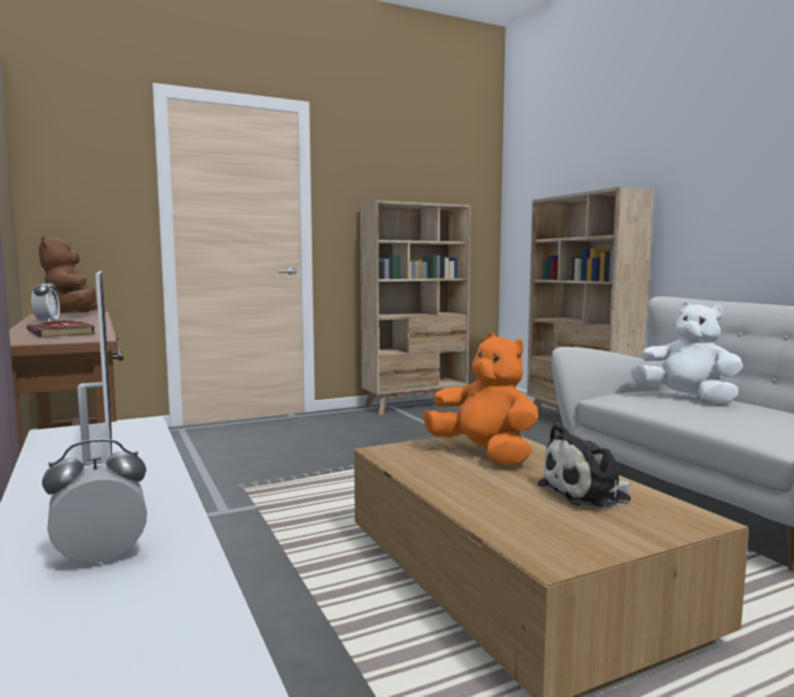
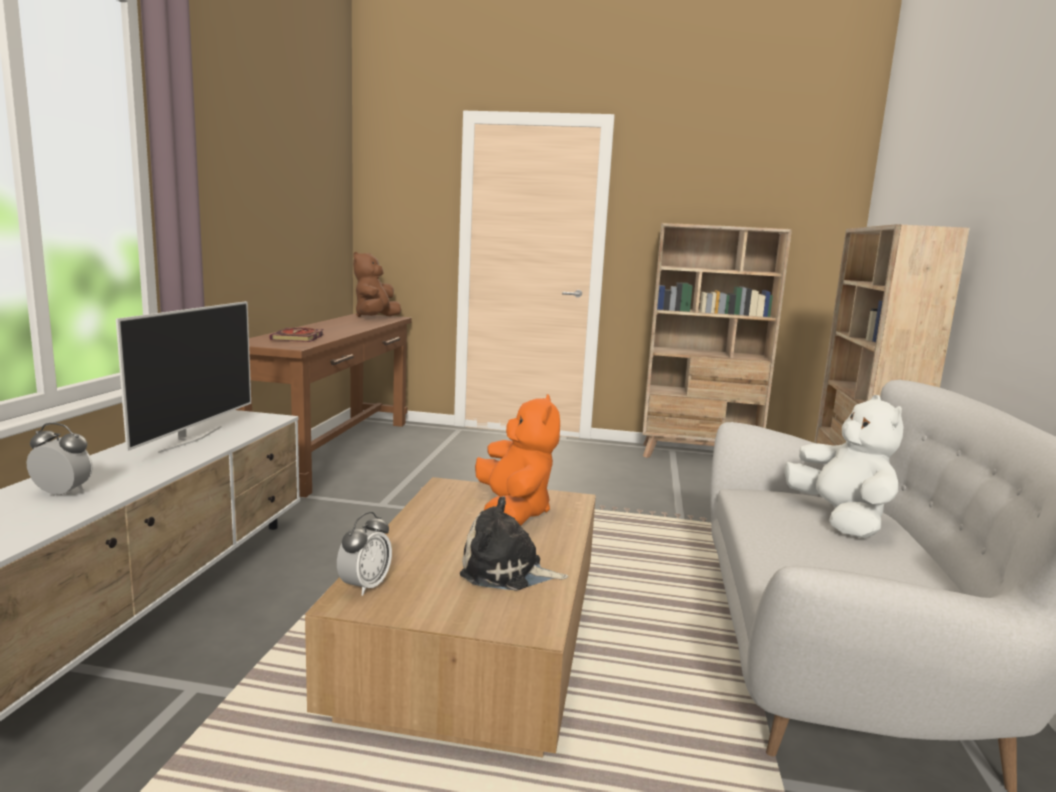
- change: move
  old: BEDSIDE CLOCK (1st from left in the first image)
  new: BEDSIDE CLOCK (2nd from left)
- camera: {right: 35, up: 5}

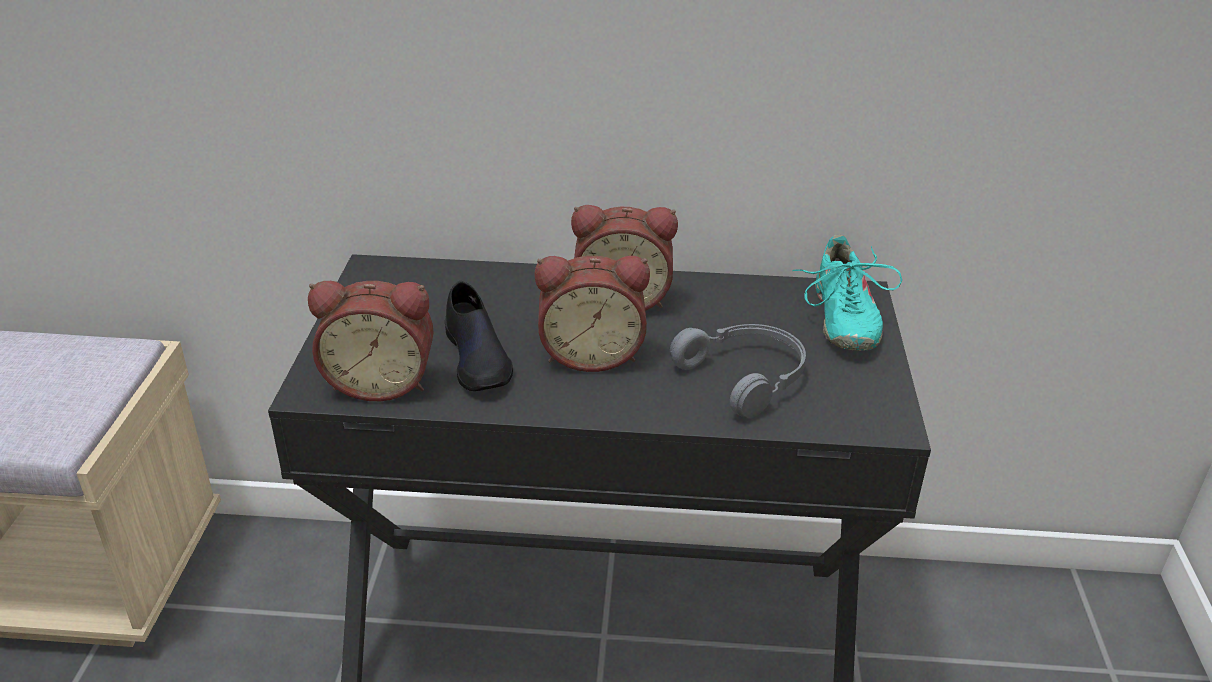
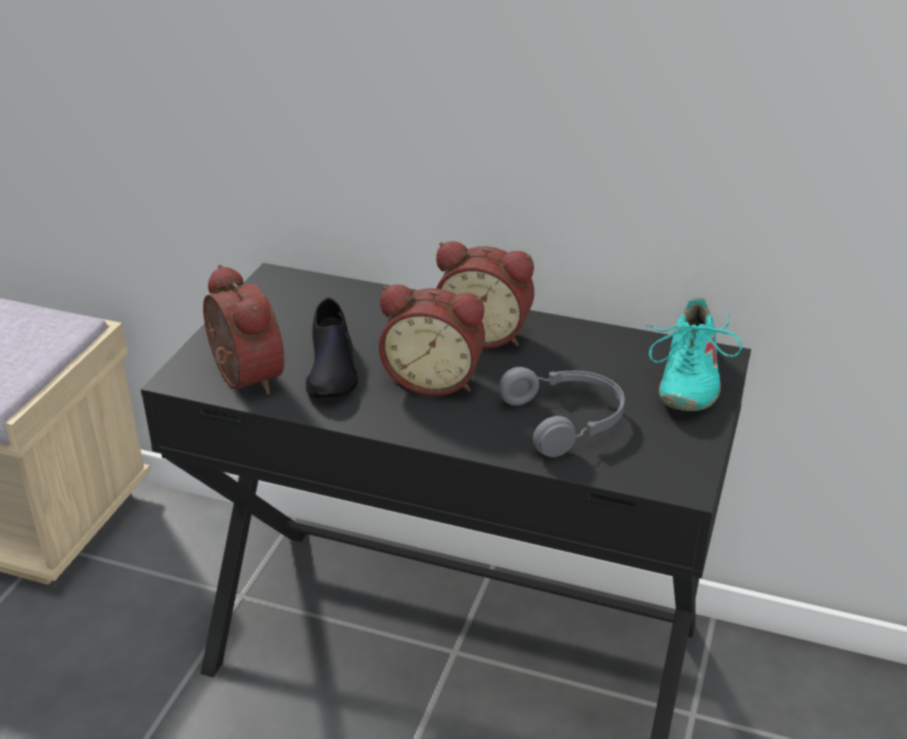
- change: rotate
  old: BEDSIDE CLOCK (1st from left)
  degrees: -135
- camera: {right: 15, up: 0}

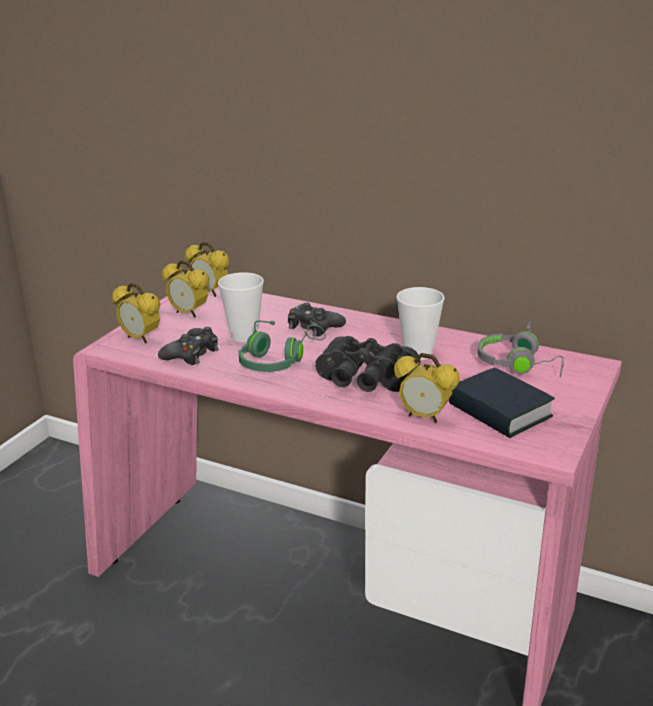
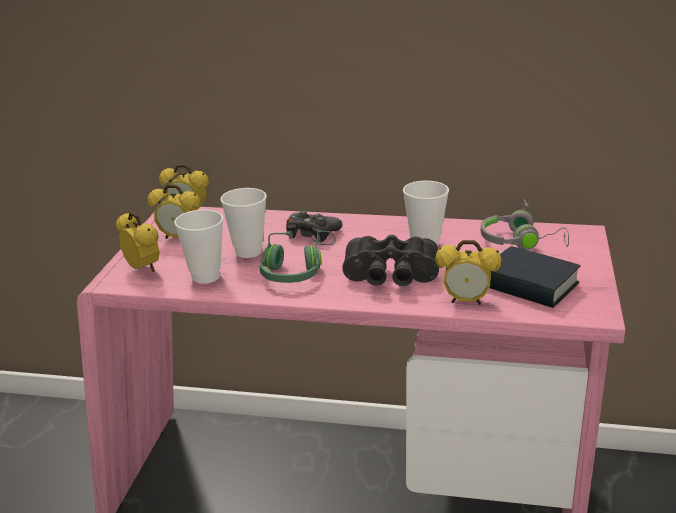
- change: rotate
  old: BEDSIDE CLOCK (1st from left)
  degrees: -150
- change: replace
  old: BLACK-COLOURED GAME CONTROLLER (1st from left)
  new: DRINKING CUP (1st from left)
- camera: {right: -15, up: 0}

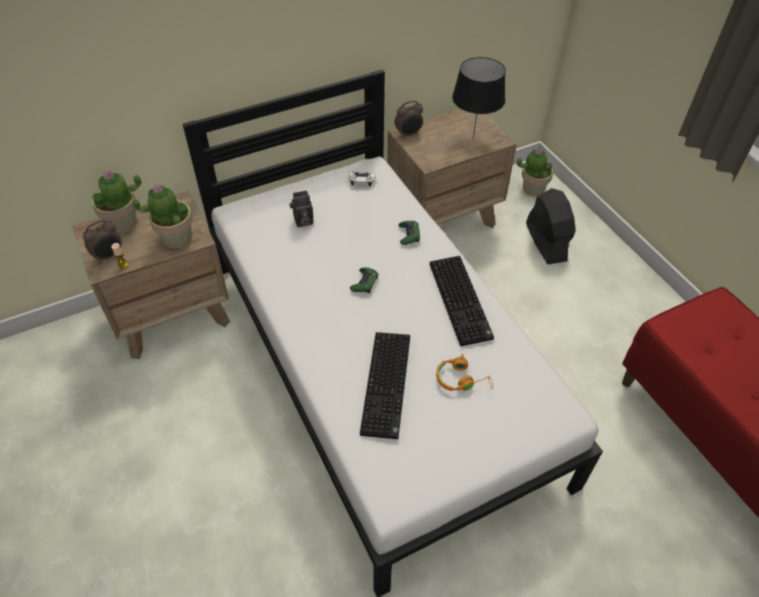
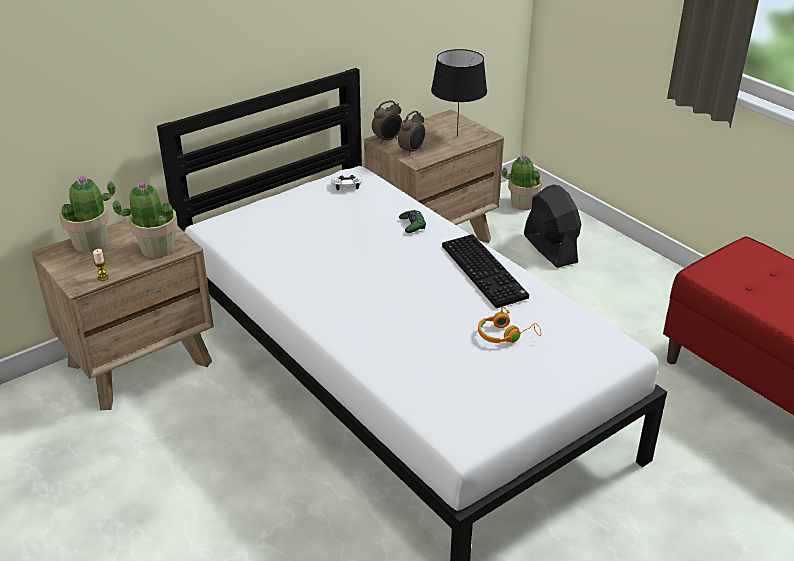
- change: move
  old: BEDSIDE CLOCK (1st from left in the first image)
  new: BEDSIDE CLOCK (2nd from left)
- change: delete
  old: STILL CAMERA
- change: delete
  old: GREEN GAME CONTROLLER (1st from left)
- change: delete
  old: KEYBOARD (1st from left)
- camera: {right: -10, up: -15}

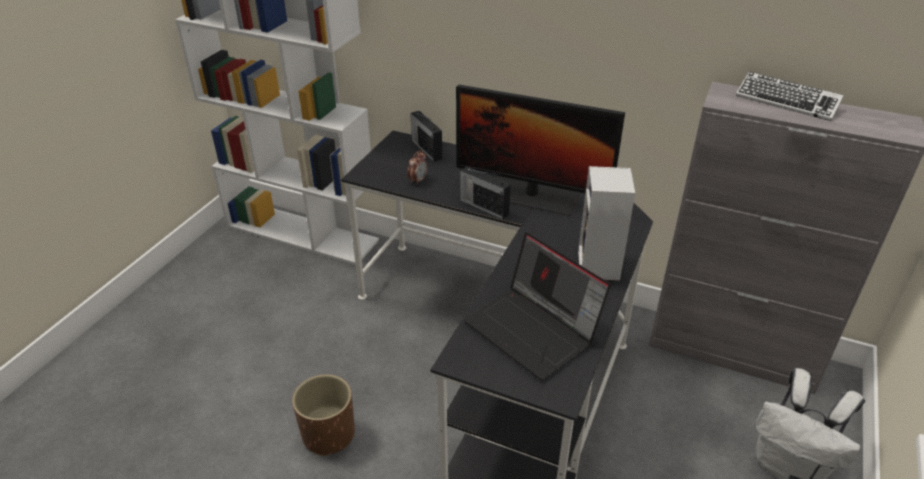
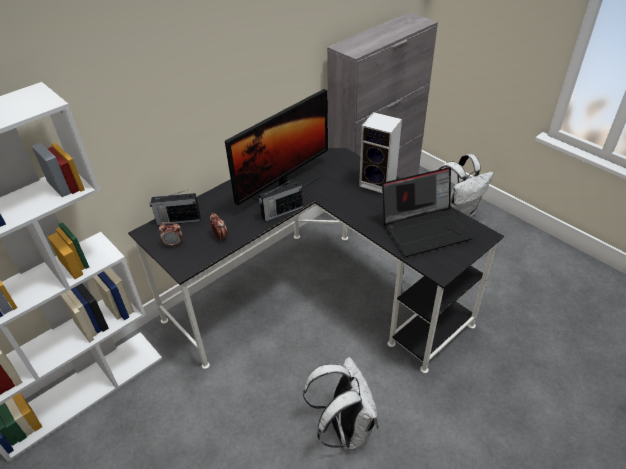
- change: replace
  old: BROWN FLOWER POT
  new: WHITE KNAPSACK (1st from left)
- change: delete
  old: KEYBOARD
- change: insert
  new: BEDSIDE CLOCK (1st from left)
- camera: {right: -65, up: 5}

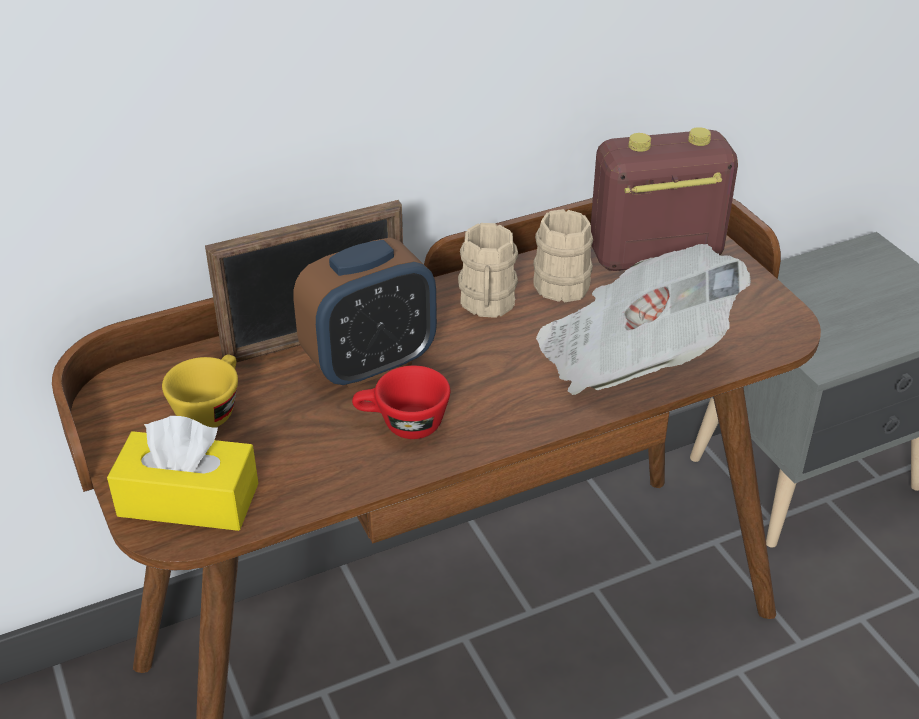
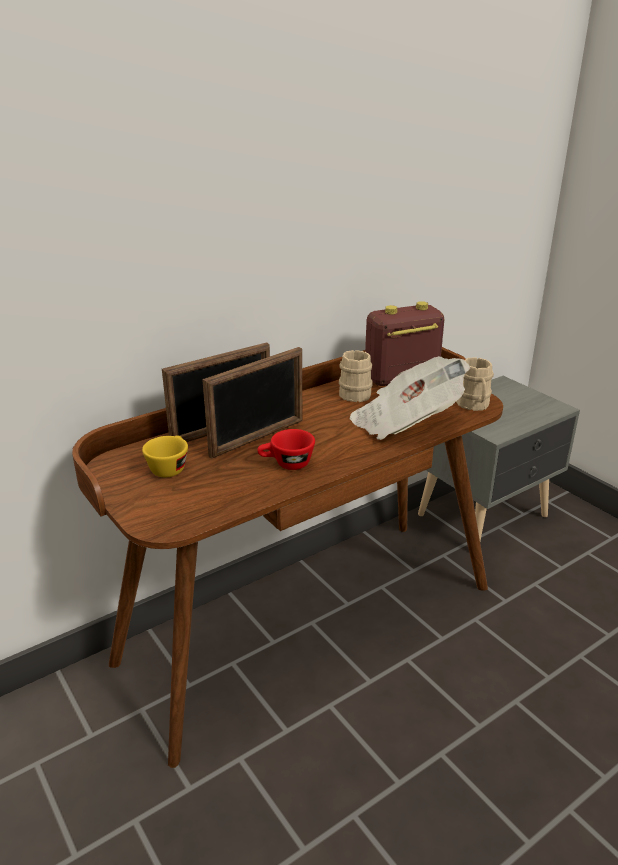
- change: delete
  old: YELLOWISH BOX OF TISSUES
- change: replace
  old: BEDSIDE CLOCK
  new: STANDING FRAME (2nd from left)
- change: move
  old: BEIGE COFFEE MUG (1st from left in the first image)
  new: BEIGE COFFEE MUG (2nd from left)
- camera: {right: -10, up: -10}

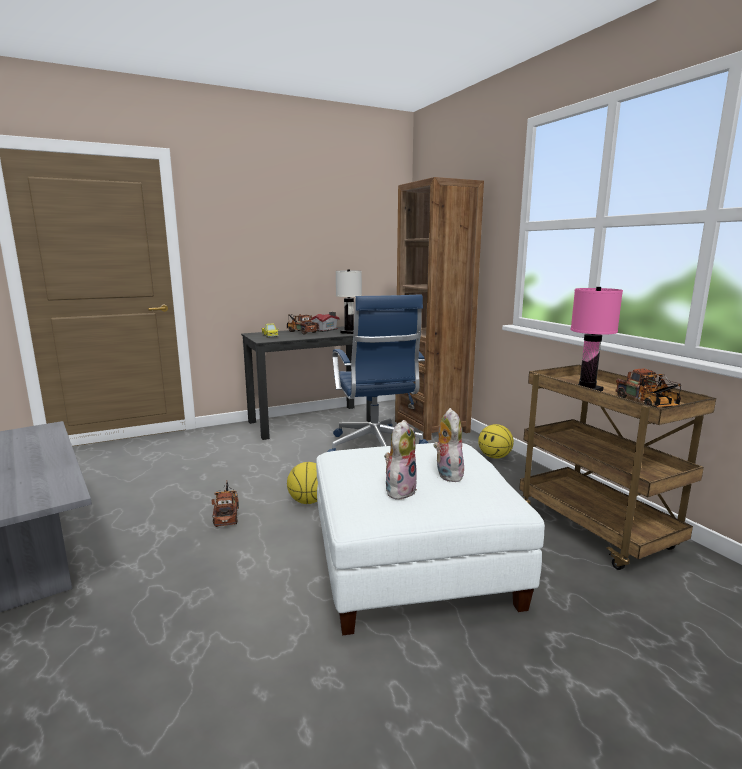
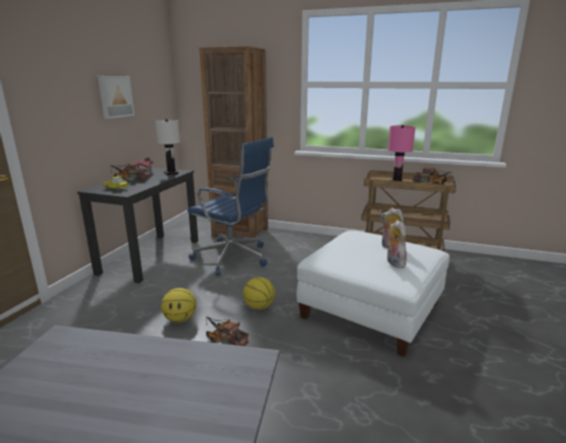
- change: move
  old: BALL FOR BASKETBALL (2nd from left in the first image)
  new: BALL FOR BASKETBALL (1st from left)
- change: insert
  new: WALL ART
- camera: {right: -45, up: 5}

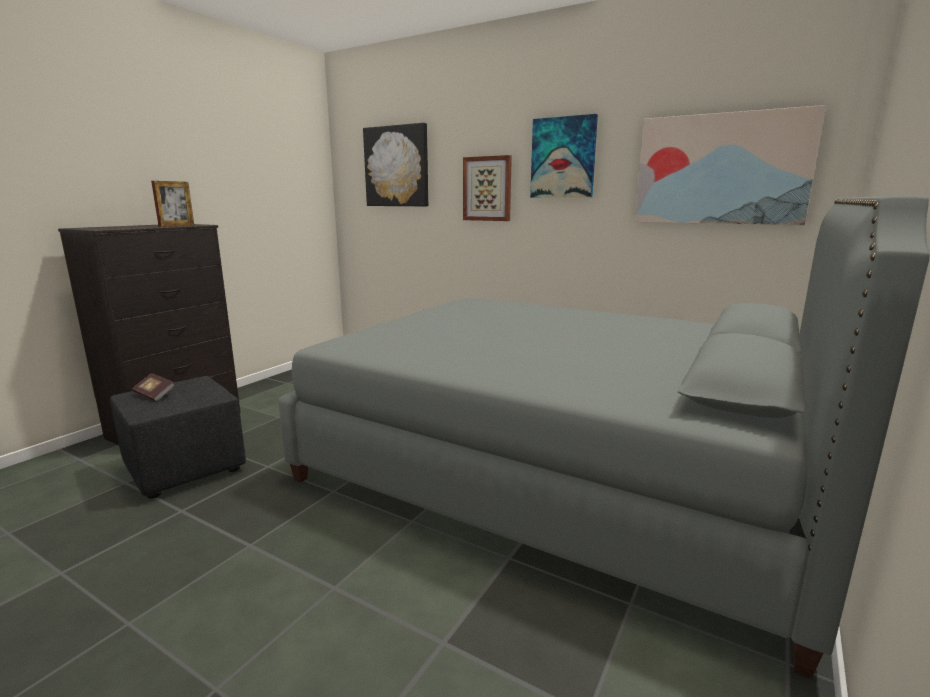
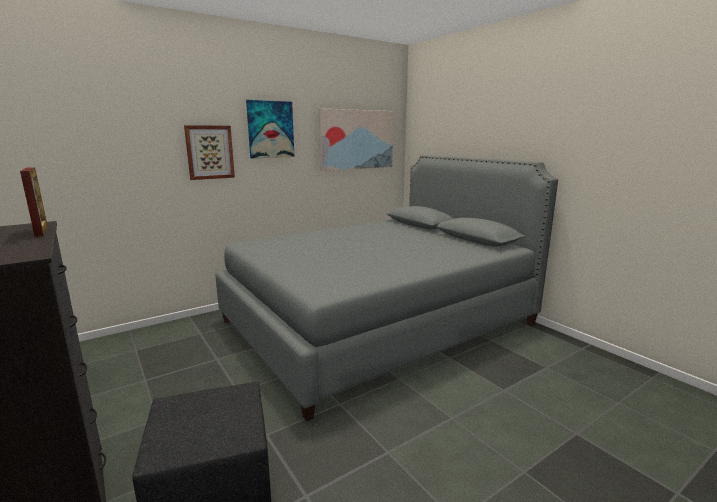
- change: delete
  old: VOLUME
- change: delete
  old: WALL ART (1st from left)
- camera: {right: -65, up: 0}

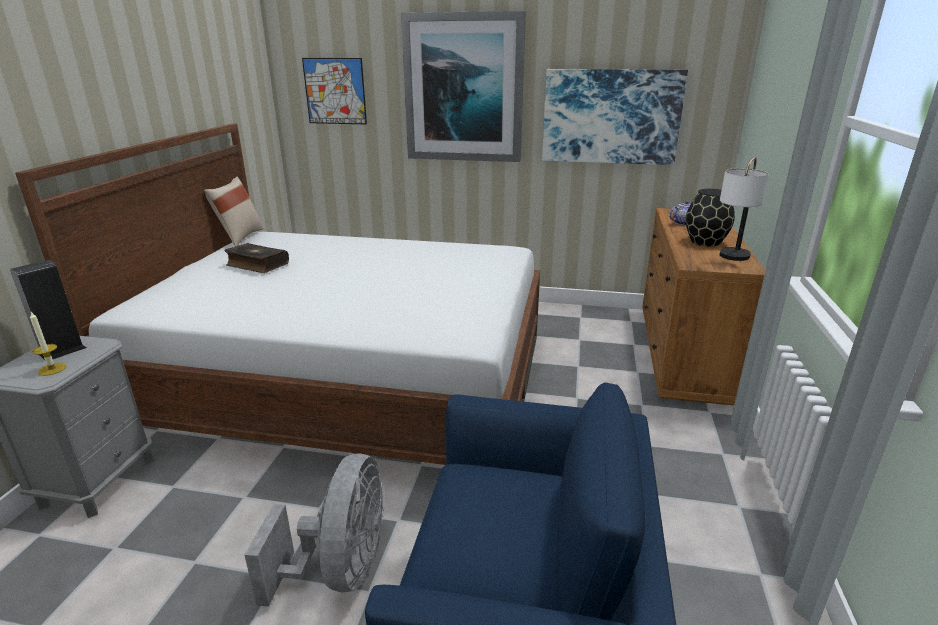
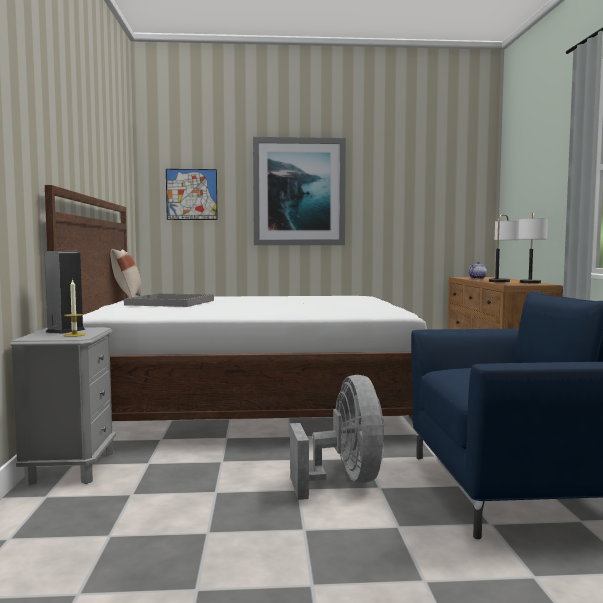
- change: replace
  old: VOLUME
  new: GREYISH TRAY
- change: delete
  old: WALL ART (3rd from left)
- change: replace
  old: BLACK-COLOURED DECORATIVE VASE
  new: TABLETOP LAMP (1st from left)
- camera: {right: -15, up: -20}

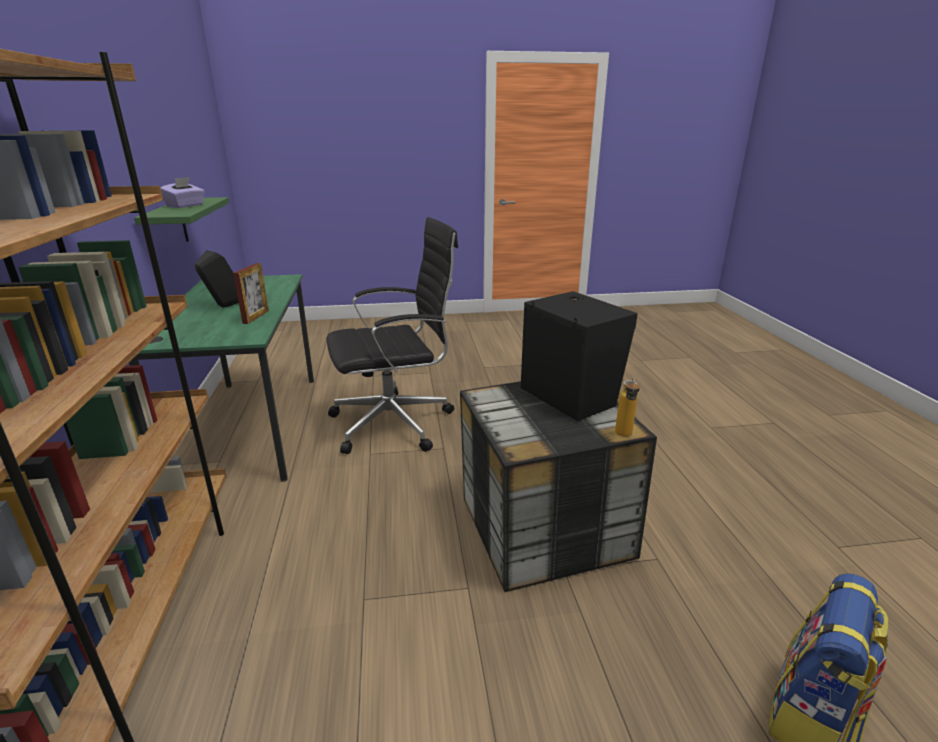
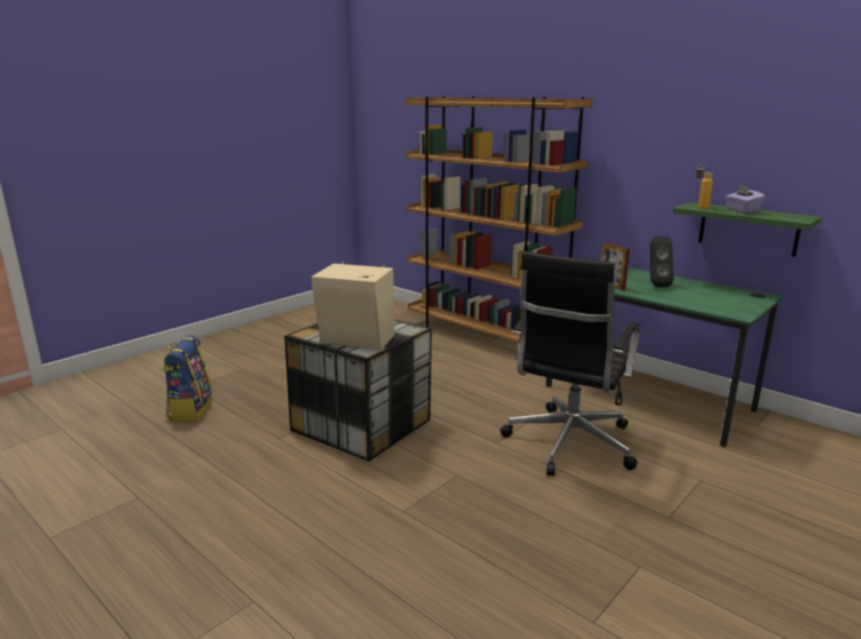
- change: recolor
  old: BLACK-COLOURED SPEAKER (2nd from left)
  new: BEIGE SPEAKER
- change: move
  old: BEVERAGE BOTTLE
- camera: {right: 140, up: -5}

